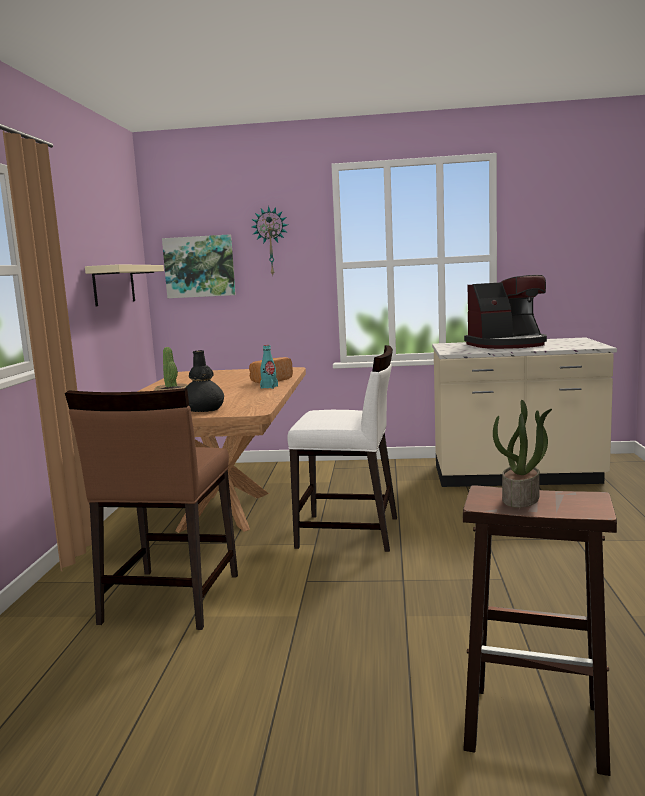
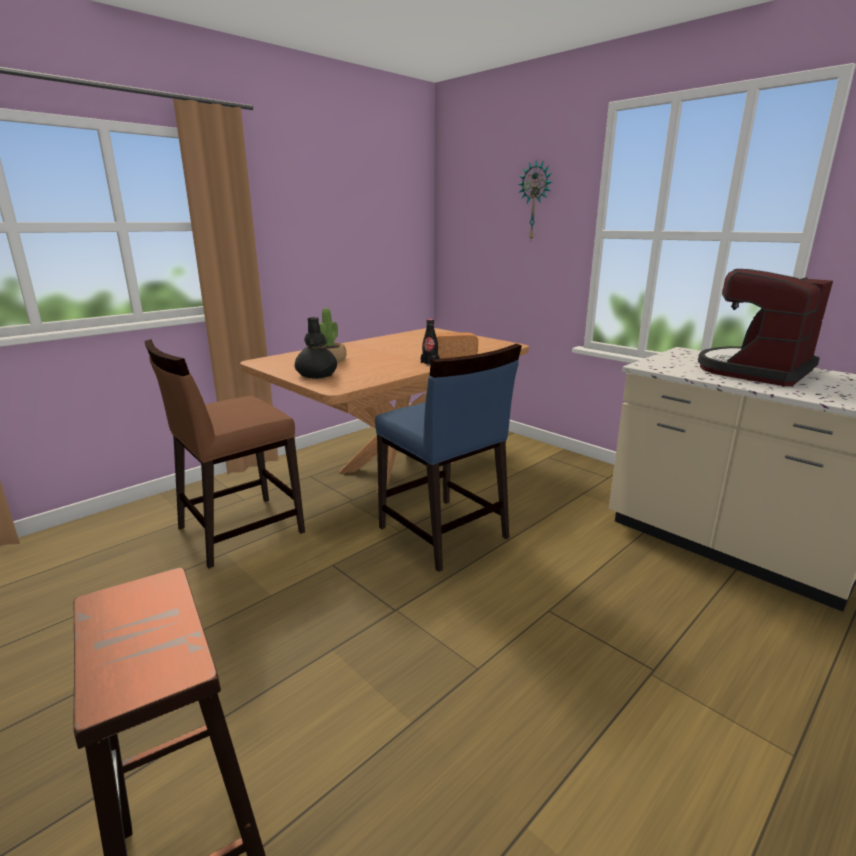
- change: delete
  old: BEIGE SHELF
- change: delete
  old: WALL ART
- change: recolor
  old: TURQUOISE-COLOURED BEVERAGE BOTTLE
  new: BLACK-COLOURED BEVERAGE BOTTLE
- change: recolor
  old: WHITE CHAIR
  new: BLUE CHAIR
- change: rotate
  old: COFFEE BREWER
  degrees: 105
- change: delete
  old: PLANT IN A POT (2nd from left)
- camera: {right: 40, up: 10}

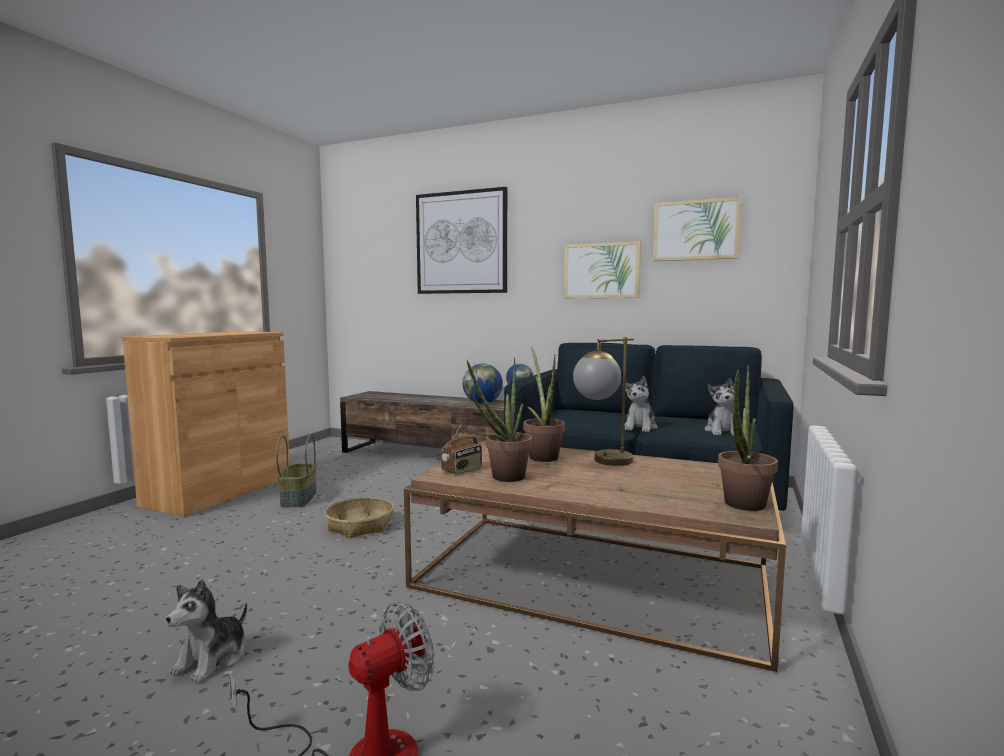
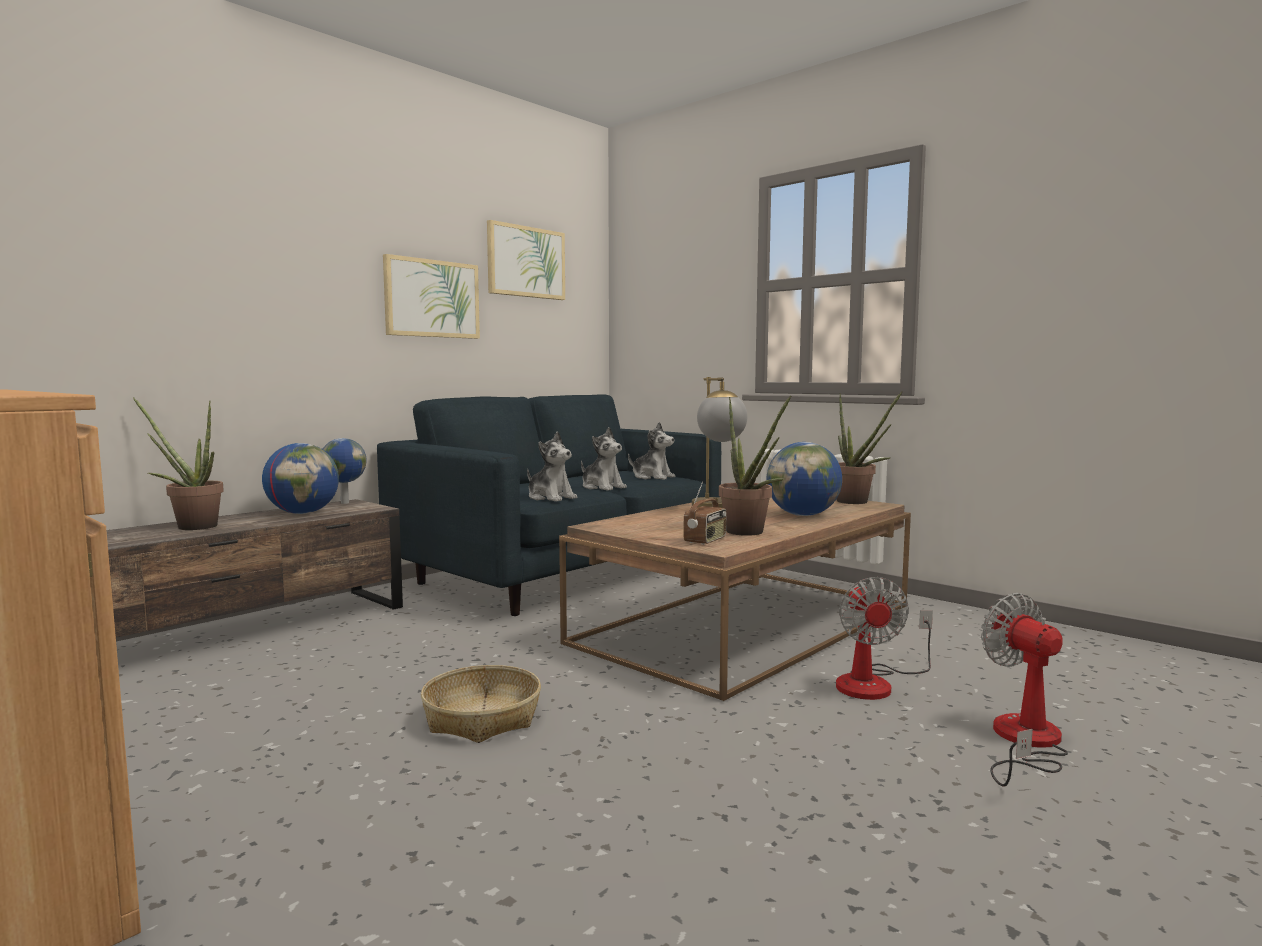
- change: move
  old: CUDDLY TOY (1st from left)
- change: delete
  old: HOUSEHOLD BASKET (1st from left)
- change: delete
  old: WALL ART (1st from left)
- change: rotate
  old: RADIO SET
  degrees: 60
- change: move
  old: PLANT IN A POT (2nd from left in the first image)
  new: PLANT IN A POT (1st from left)
- change: insert
  new: DESK GLOBE (3rd from left)
- change: insert
  new: ELECTRIC FAN (1st from left)
- camera: {right: -70, up: 0}

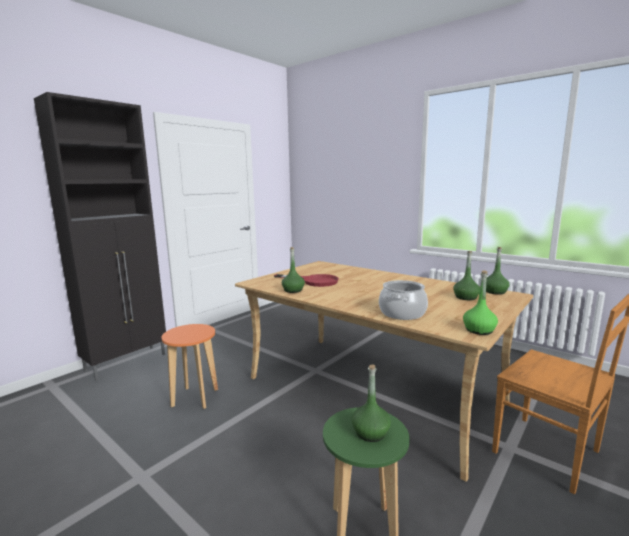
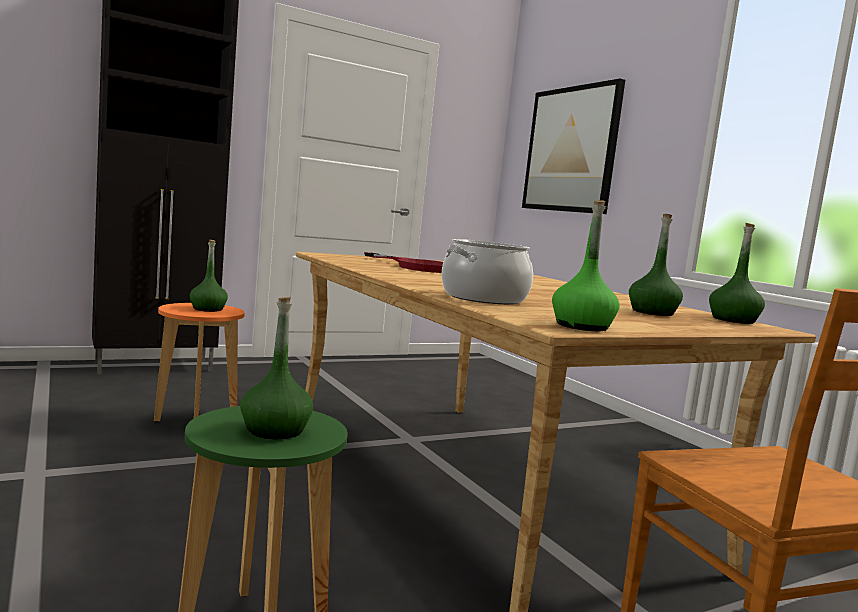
- change: move
  old: GREEN BEVERAGE BOTTLE (1st from left)
- change: insert
  new: WALL ART
- camera: {right: 20, up: -5}

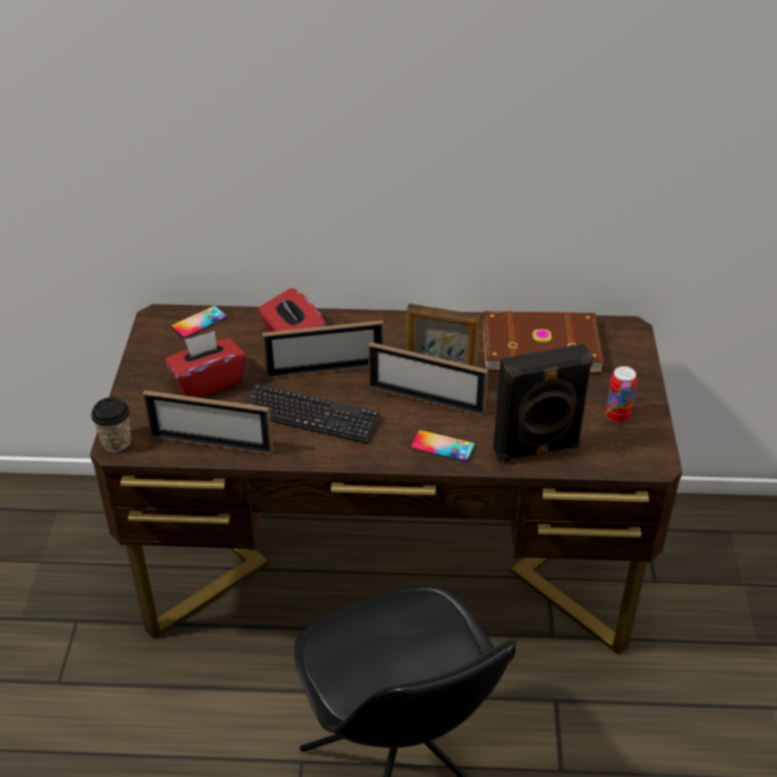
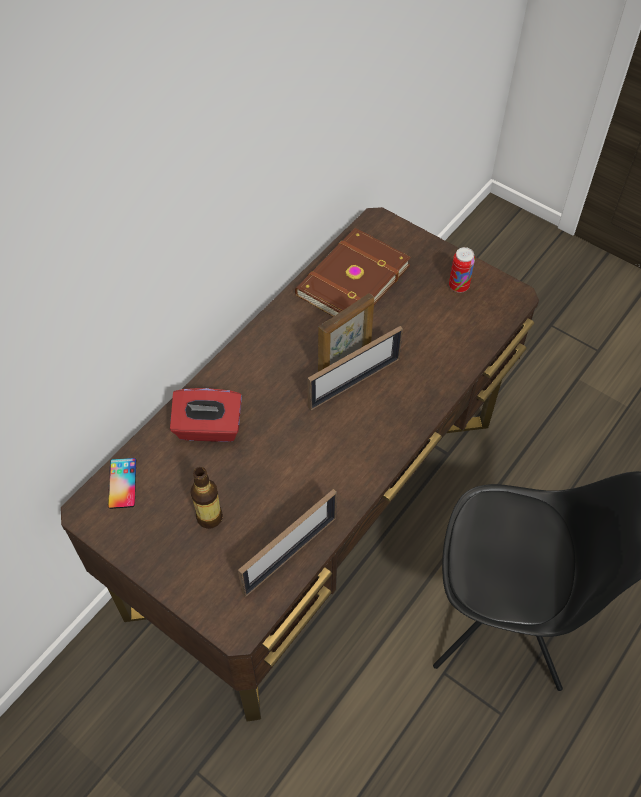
- change: delete
  old: DRINKING CUP
- change: replace
  old: REDDISH BOX OF TISSUES (1st from left)
  new: BEVERAGE BOTTLE
- change: delete
  old: KEYBOARD
- change: delete
  old: STANDING FRAME (2nd from left)
- change: delete
  old: HANDSET (2nd from left)
- change: delete
  old: BLACK-COLOURED SPEAKER
- camera: {right: -55, up: 15}

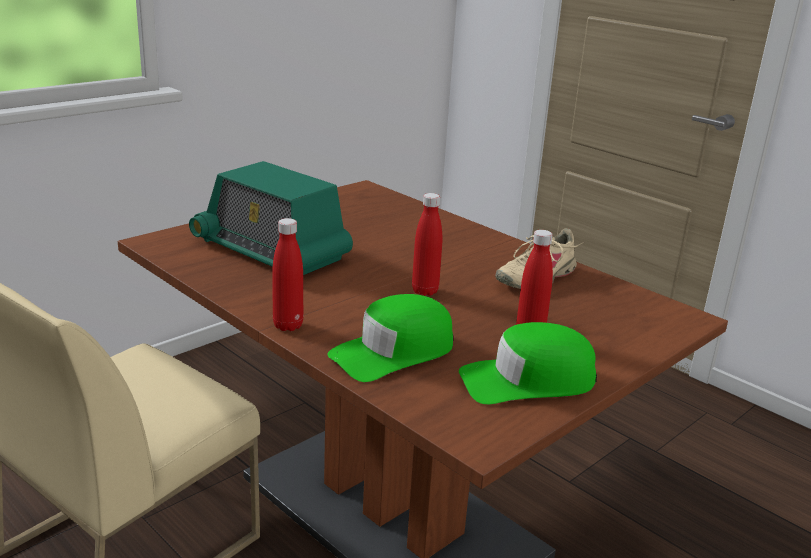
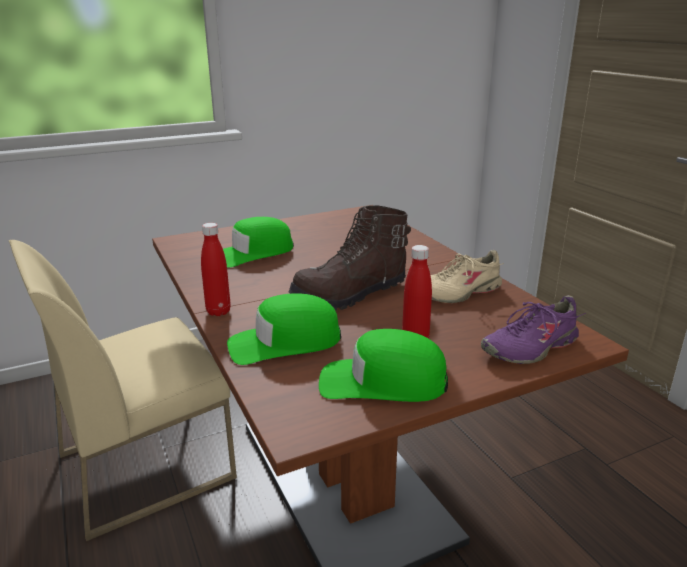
- change: replace
  old: RADIO SET
  new: GREEN CAP (1st from left)
- change: replace
  old: REDDISH BEVERAGE BOTTLE (2nd from left)
  new: BROWN BOOT
- change: insert
  new: PURPLISH SHOE
- camera: {right: 20, up: 0}

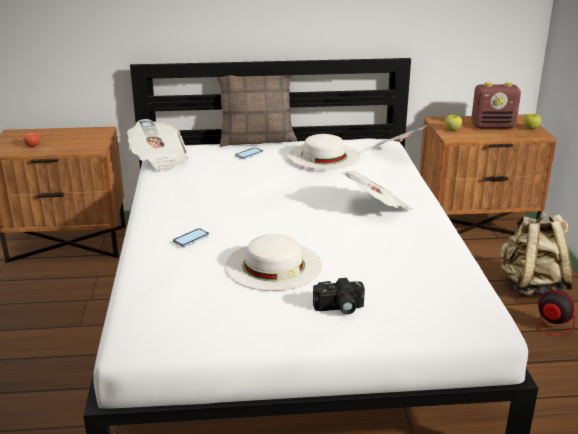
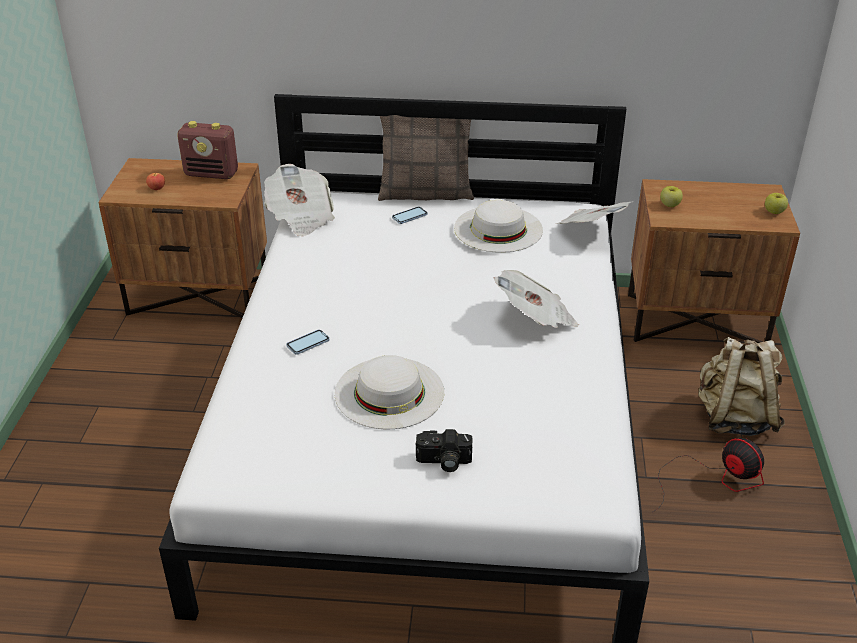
- change: move
  old: RADIO SET
- camera: {right: 10, up: 10}

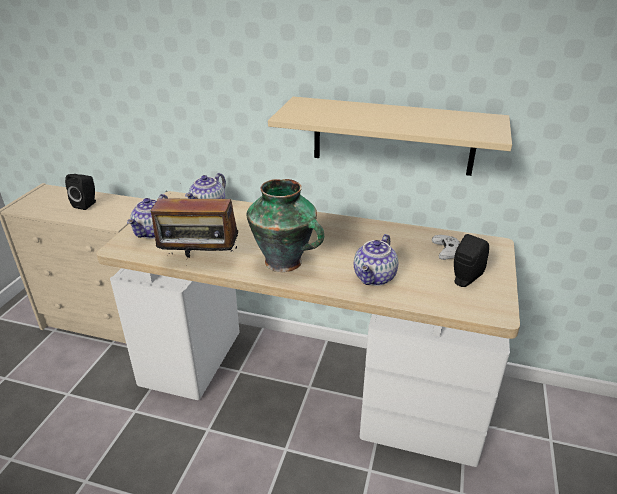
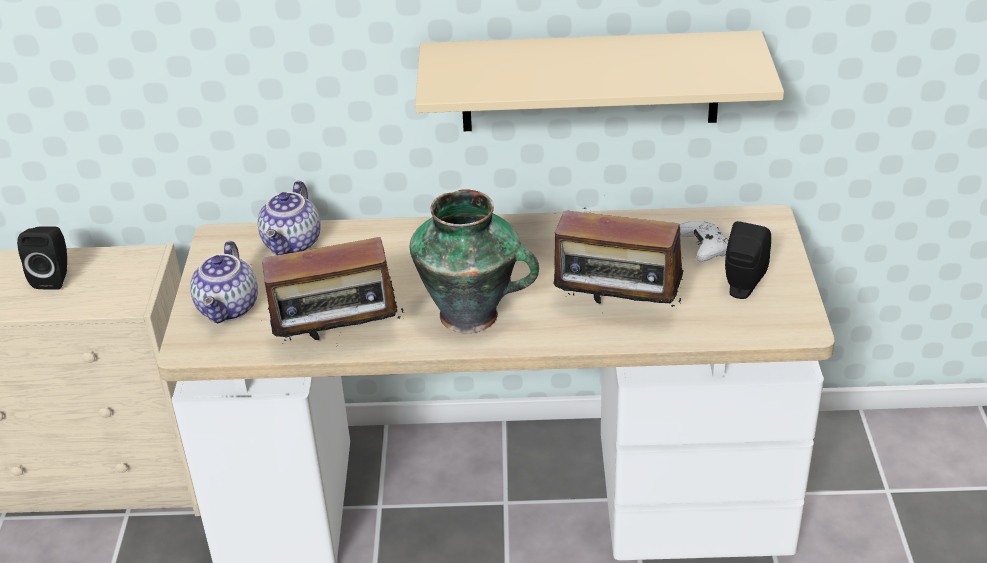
- change: replace
  old: TEAPOT (3rd from left)
  new: RADIO SET (2nd from left)
- camera: {right: -15, up: 5}

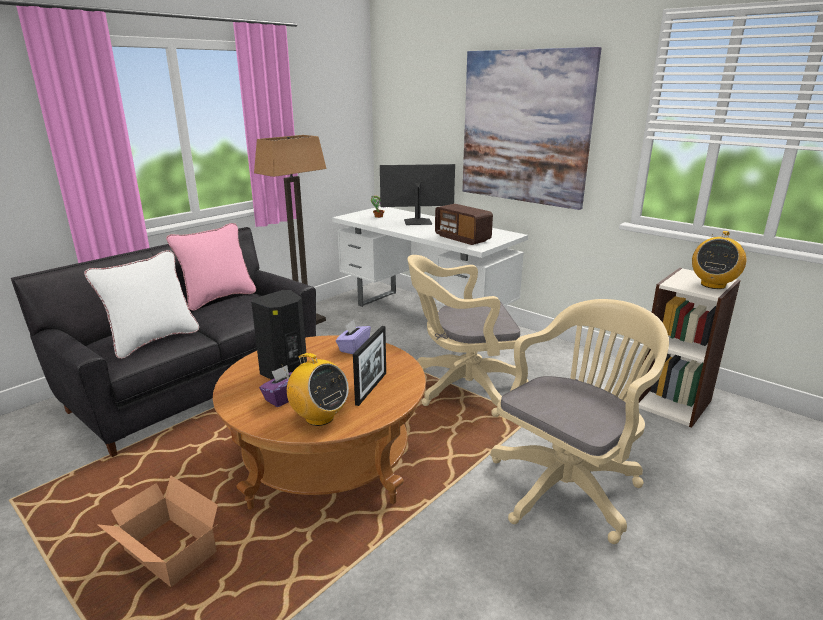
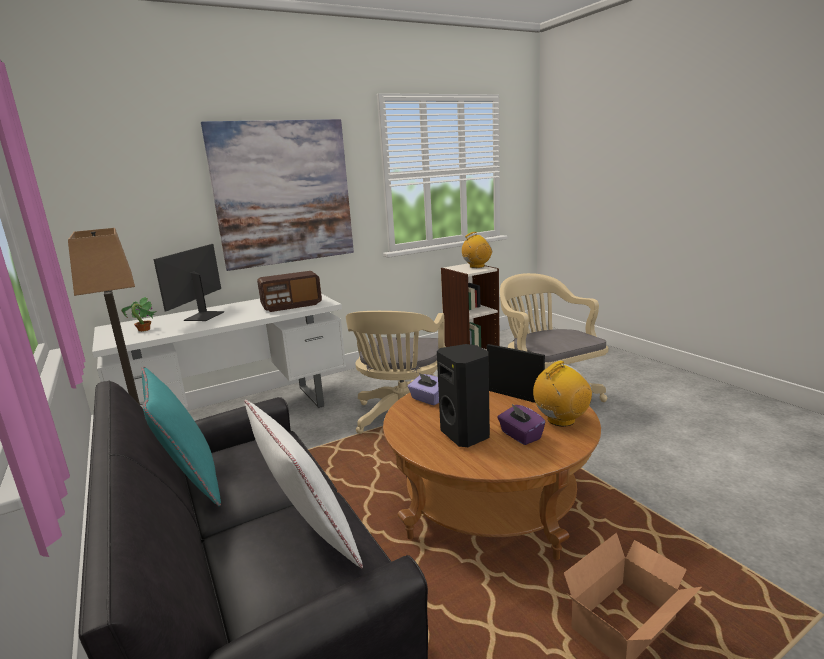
- change: recolor
  old: PINK PILLOW
  new: TURQUOISE-COLOURED PILLOW
- change: rotate
  old: RADIO SET (3rd from left in the first image)
  degrees: -75
- camera: {right: -70, up: -5}

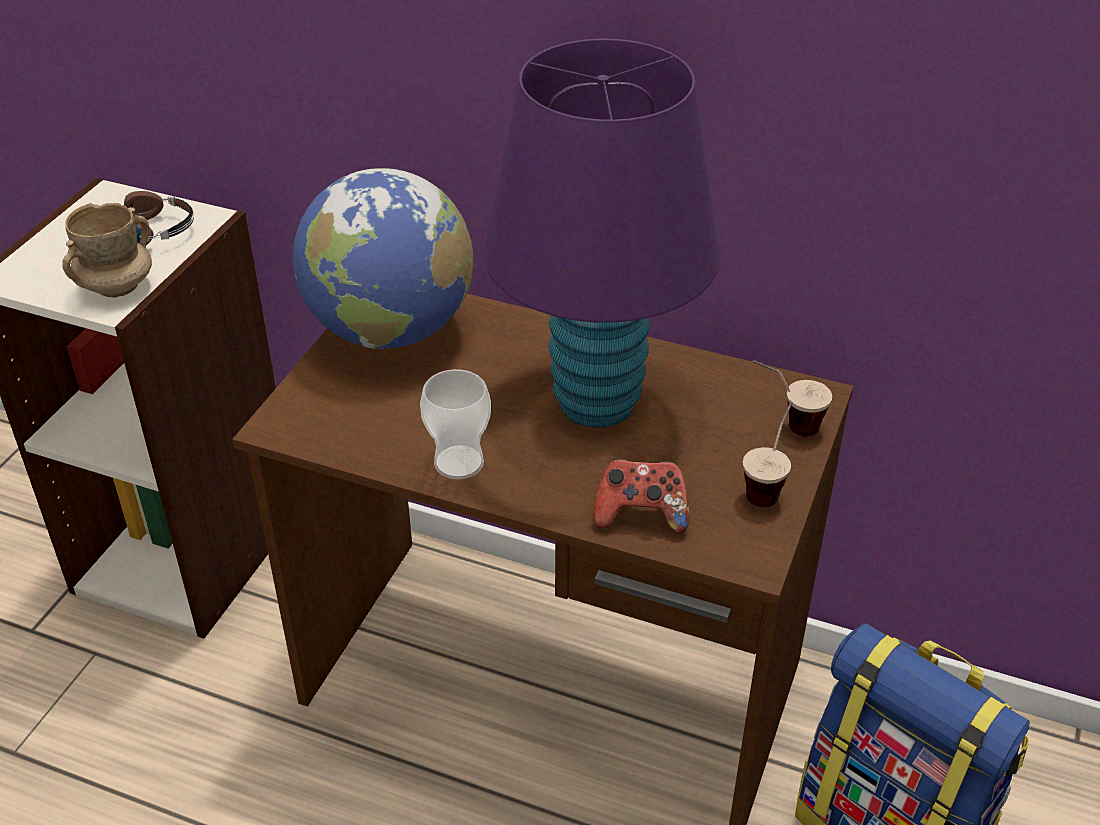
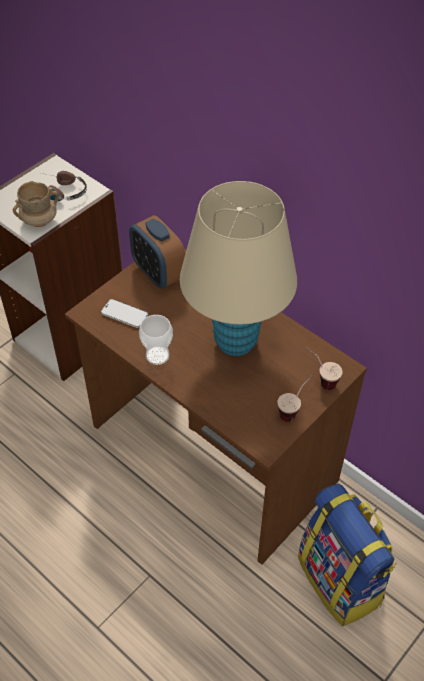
- change: replace
  old: DESK GLOBE
  new: BEDSIDE CLOCK
- change: recolor
  old: PURPLISH TABLETOP LAMP
  new: BEIGE TABLETOP LAMP
- change: delete
  old: GAME CONTROLLER
- change: insert
  new: HANDSET
- camera: {right: 20, up: 10}

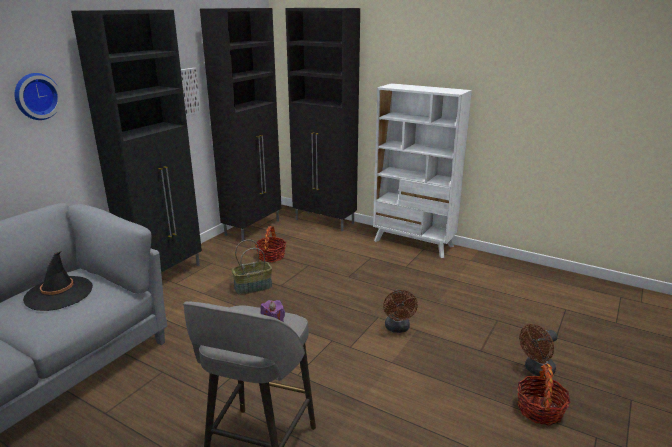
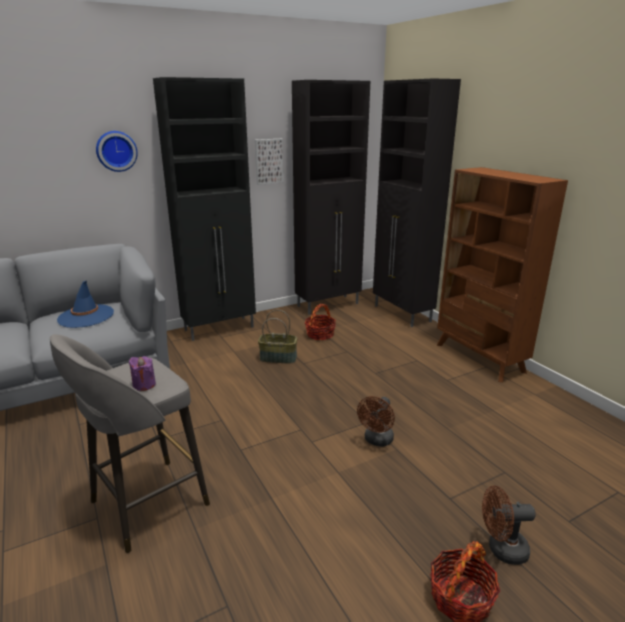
- change: recolor
  old: BLACK-COLOURED WEARABLE HAT
  new: BLUE WEARABLE HAT
- change: recolor
  old: WHITE BOOKSHELF
  new: BROWN BOOKSHELF
- camera: {right: 30, up: 0}

